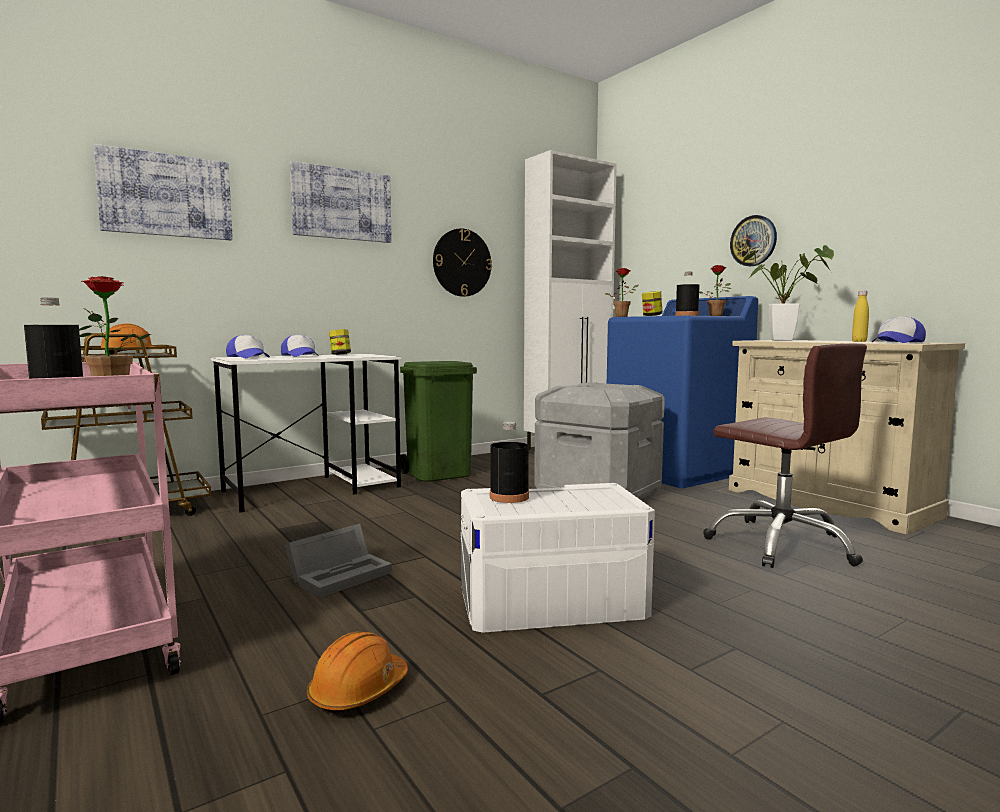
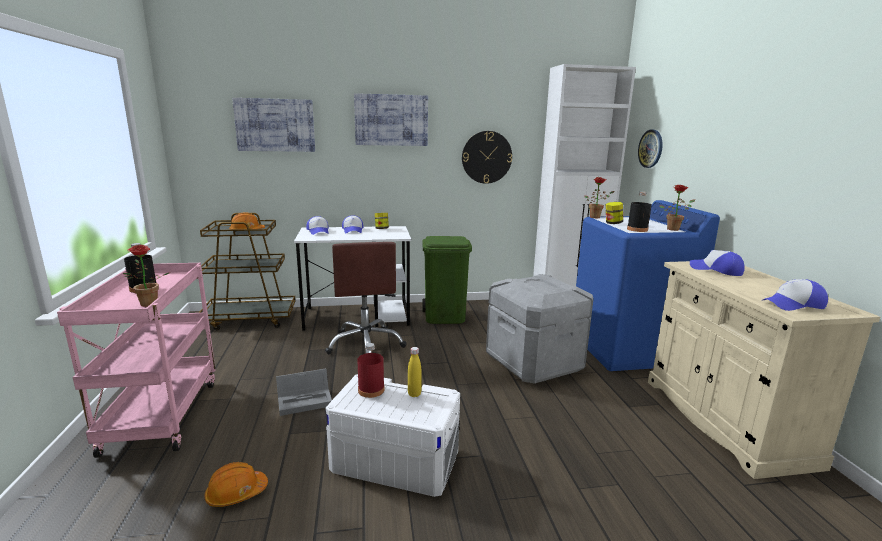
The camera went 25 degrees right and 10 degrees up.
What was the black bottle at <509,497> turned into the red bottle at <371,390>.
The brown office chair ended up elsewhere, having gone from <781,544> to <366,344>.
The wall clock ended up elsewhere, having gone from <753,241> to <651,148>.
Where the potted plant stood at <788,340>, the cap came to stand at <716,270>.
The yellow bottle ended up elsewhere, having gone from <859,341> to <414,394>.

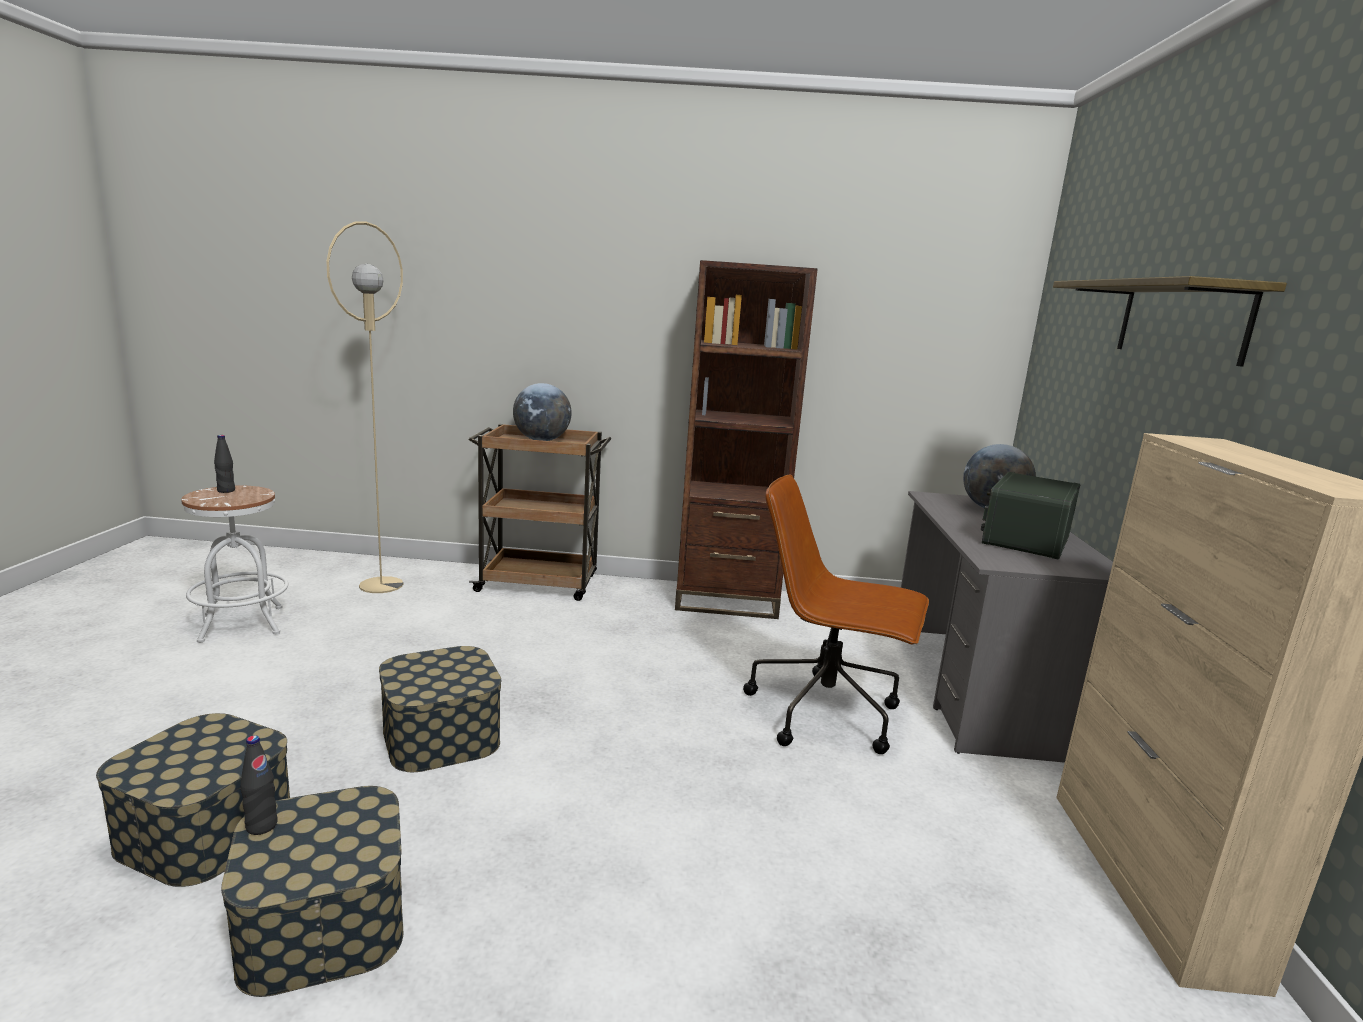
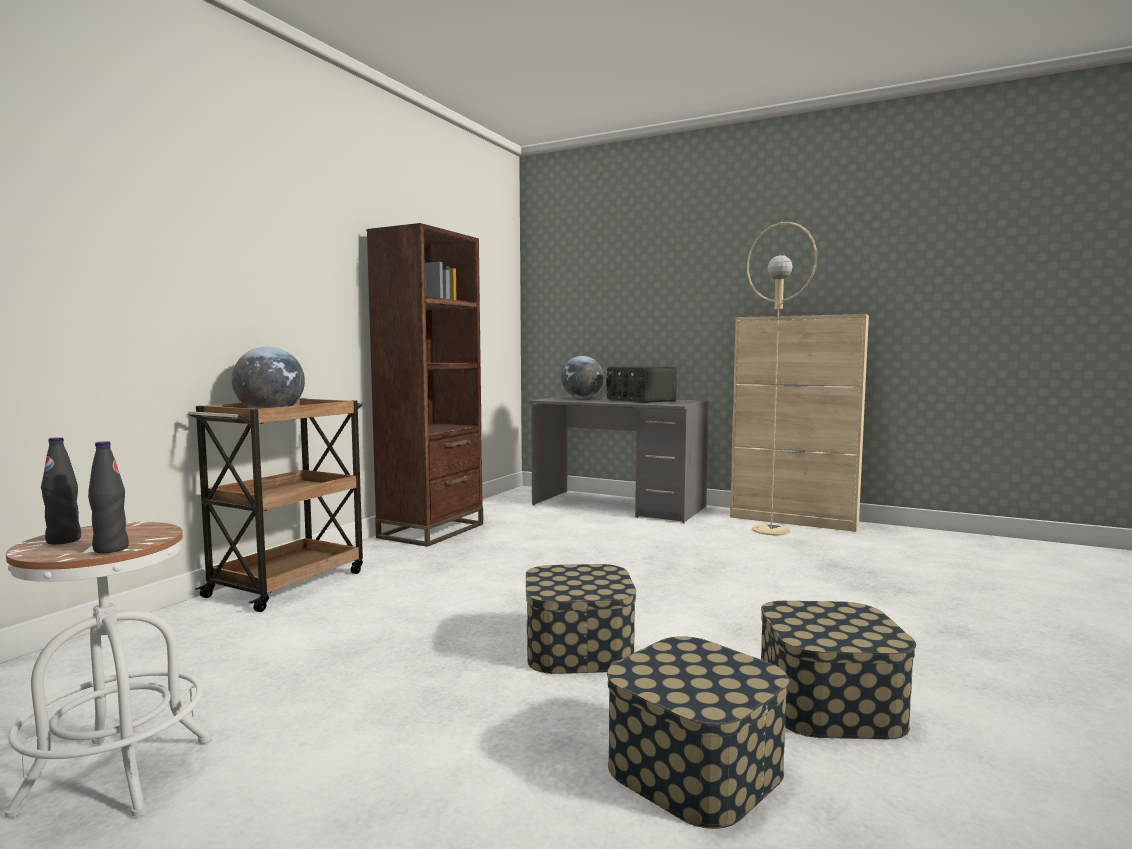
The camera went 65 degrees left and 10 degrees down.
The black bottle ended up elsewhere, having gone from <261,826> to <111,549>.
The beige floor lamp ended up elsewhere, having gone from <381,585> to <771,530>.
The second view lost the brown office chair at <826,713>.
The second view lost the shelf at <1181,320>.

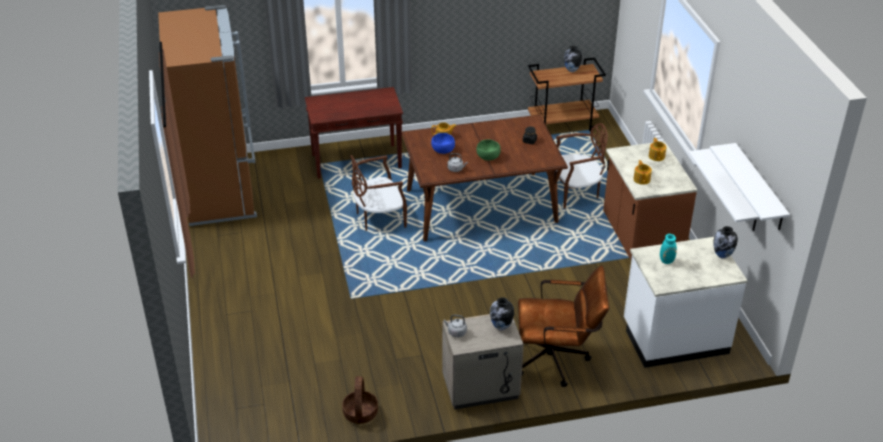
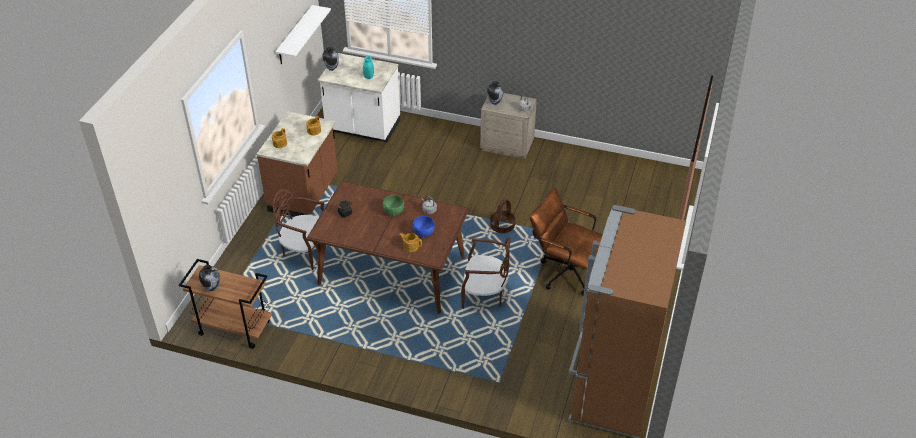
The camera went 150 degrees left and 5 degrees up.
The second view lost the brown console table at <357,161>.
The basket ended up elsewhere, having gone from <360,412> to <502,226>.
The brown office chair ended up elsewhere, having gone from <557,360> to <564,271>.
The second view lost the white shelf at <735,191>.

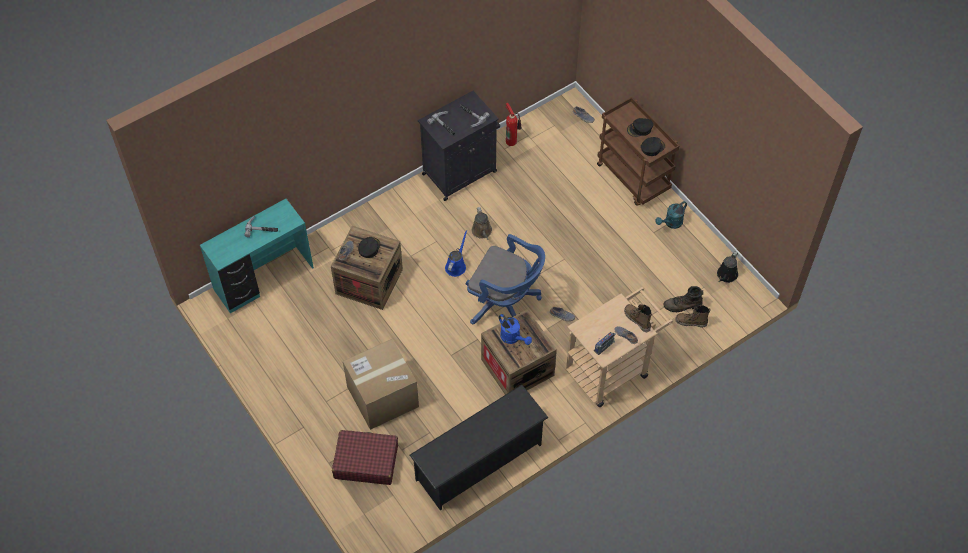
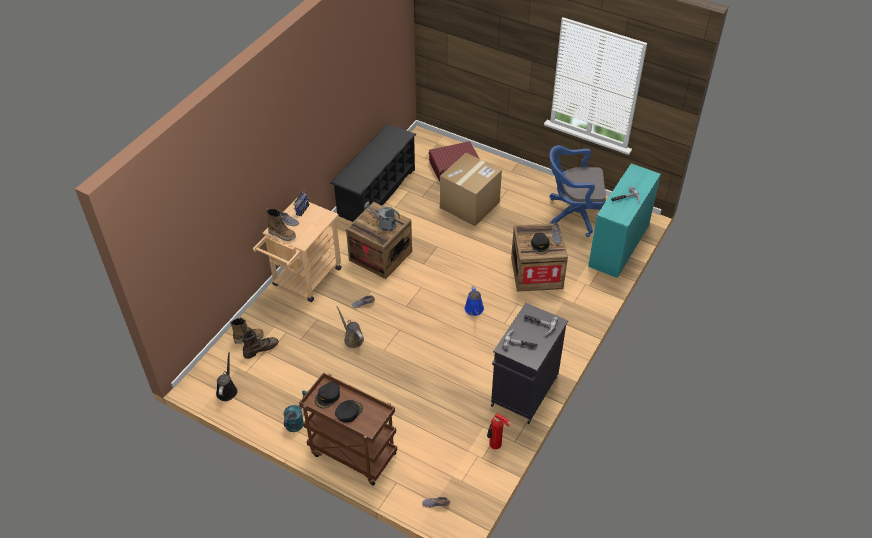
The camera went 155 degrees right and 10 degrees down.
The blue office chair ended up elsewhere, having gone from <505,303> to <573,214>.
The brown watering can ended up elsewhere, having gone from <482,232> to <352,338>.
What was the blue watering can at <513,338> turned into the grey watering can at <384,224>.

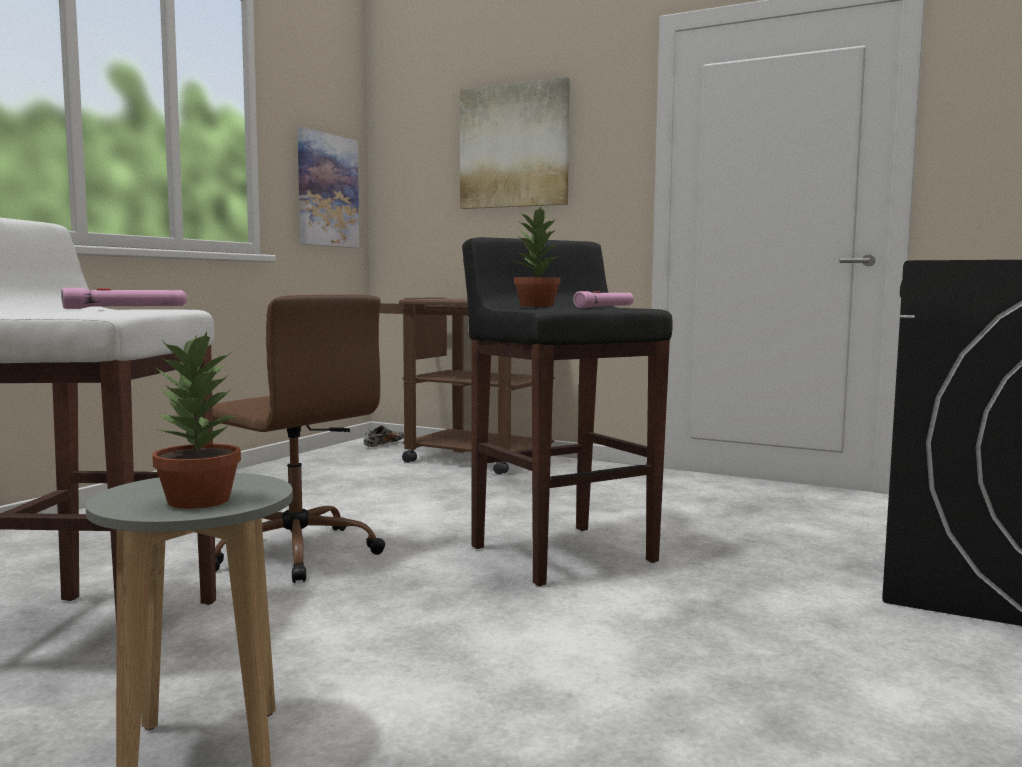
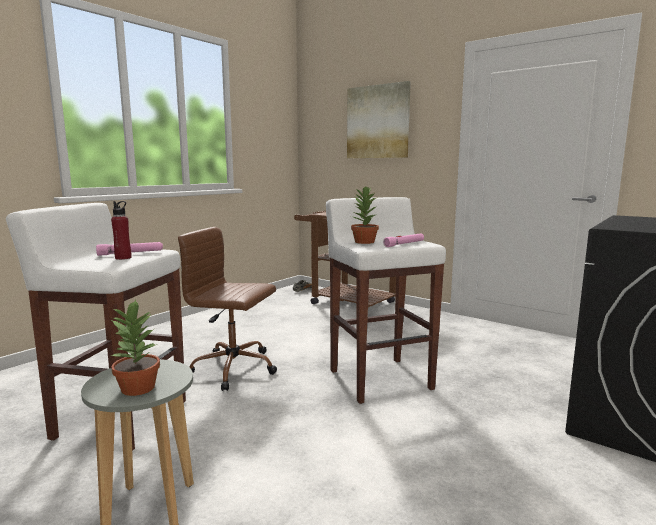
The camera went 10 degrees right and 5 degrees up.
The brown office chair at <294,553> ended up facing another way, 150 degrees clockwise from before.
The second view lost the picture at <327,190>.
What was the black stool at <561,553> turned into the white stool at <379,379>.
The second view gained the red bottle at <123,258>.

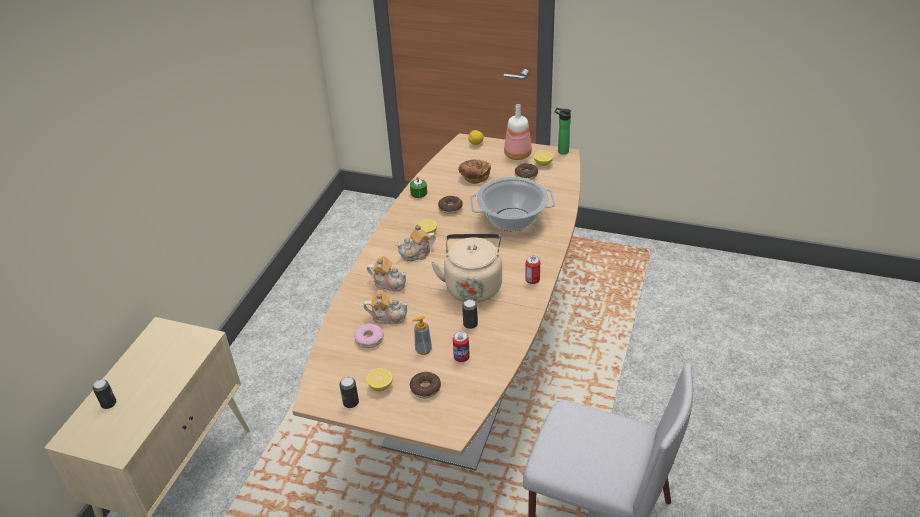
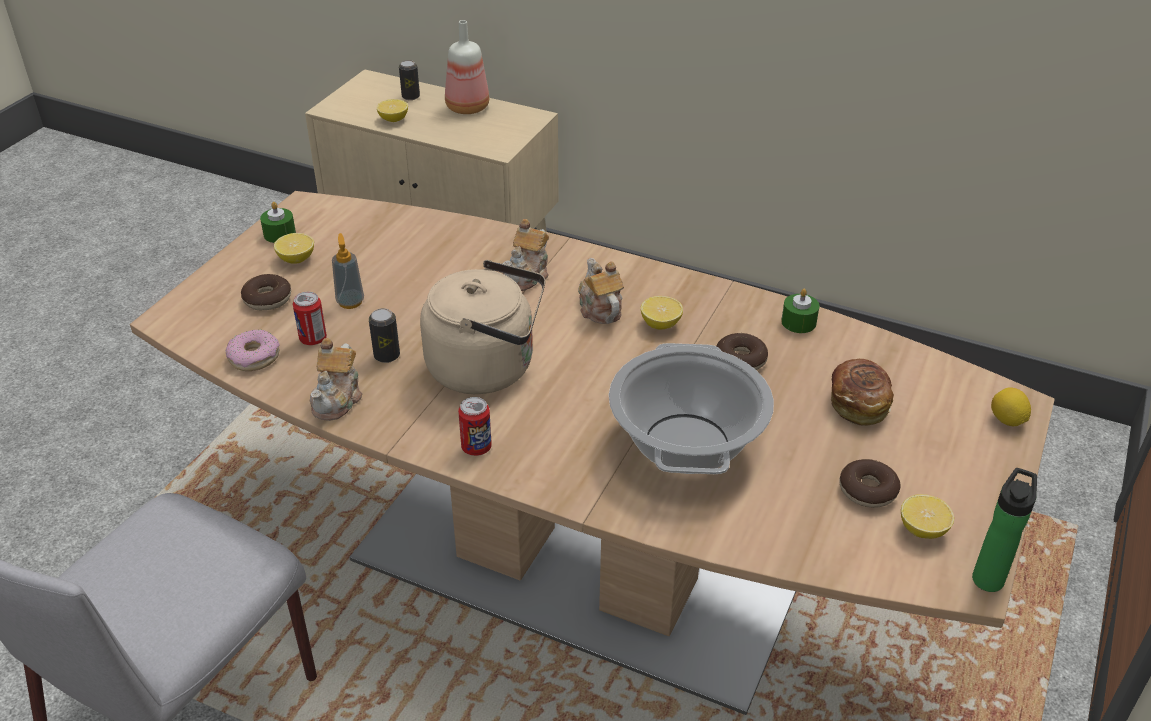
The camera went 95 degrees right and 0 degrees up.
Where the can stood at <351,402>, the green candle came to stand at <279,234>.
The donut ended up elsewhere, having gone from <369,339> to <254,357>.
The teapot ended up elsewhere, having gone from <388,316> to <338,399>.
The bottle ended up elsewhere, having gone from <518,155> to <466,108>.
The second view gained the lemon at <393,119>.

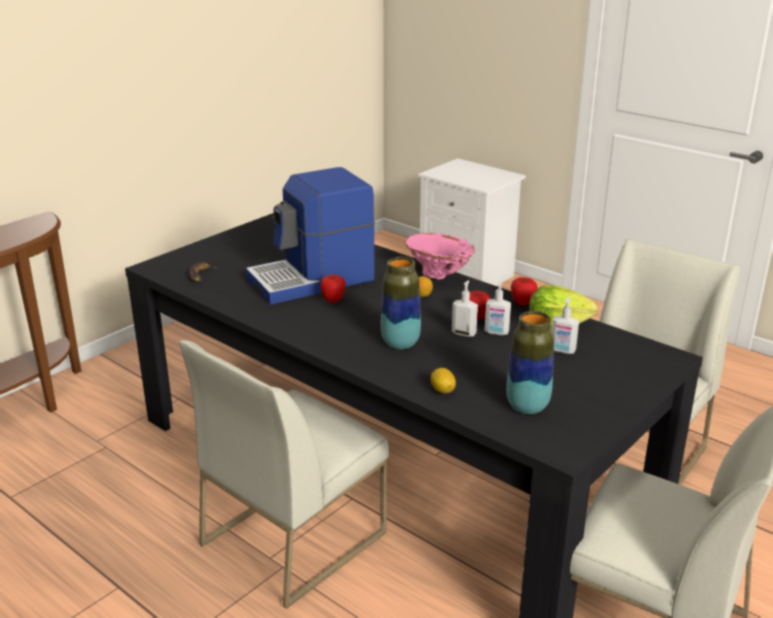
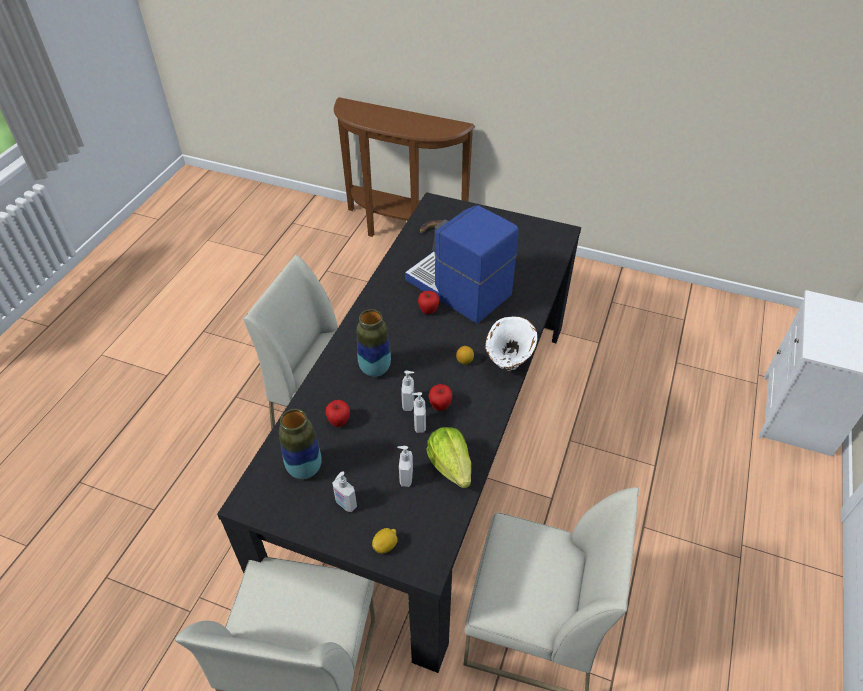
The camera went 70 degrees right and 20 degrees up.
What was the pink vase at <439,277> turned into the white vase at <508,363>.
The lemon ended up elsewhere, having gone from <442,390> to <385,545>.
The apple ended up elsewhere, having gone from <522,303> to <339,422>.
The second view gained the soap dispenser at <345,504>.

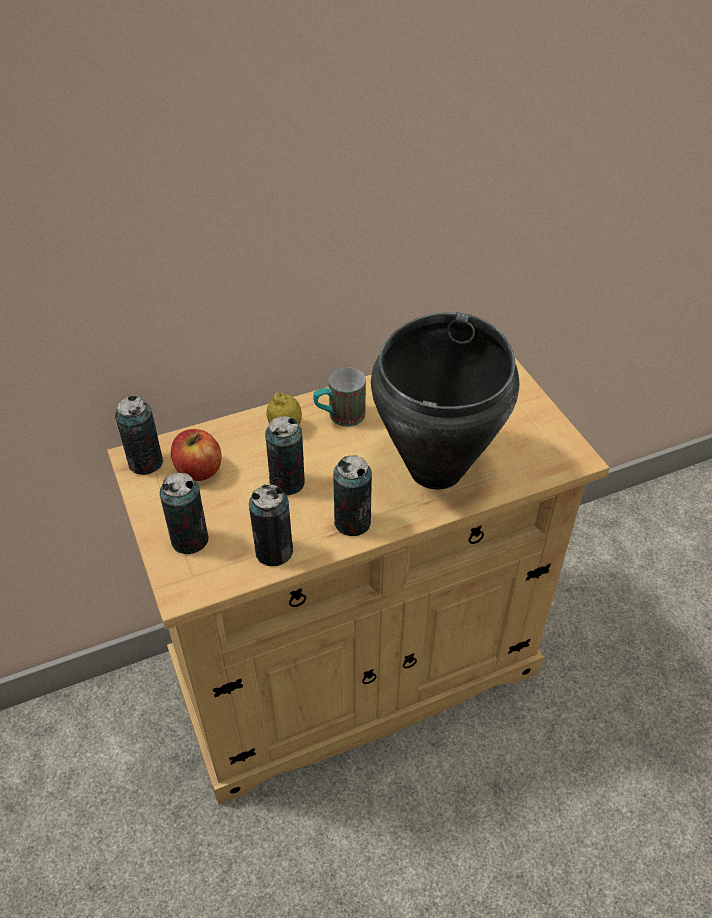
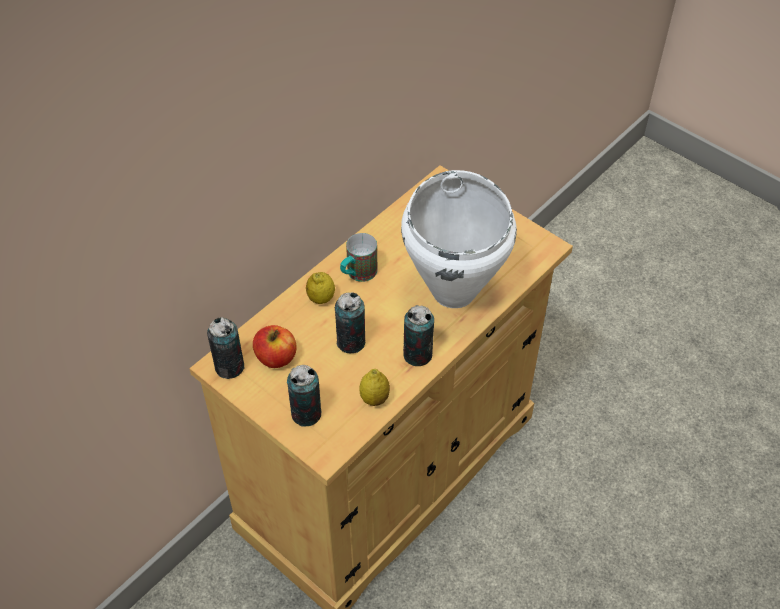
The camera went 25 degrees left and 5 degrees up.
Where the can stood at <274,551>, the lemon came to stand at <374,398>.
What was the black cooking pot at <437,469> turned into the white cooking pot at <454,291>.

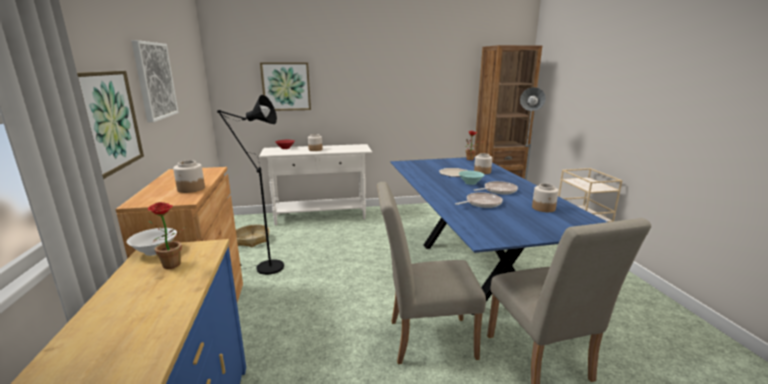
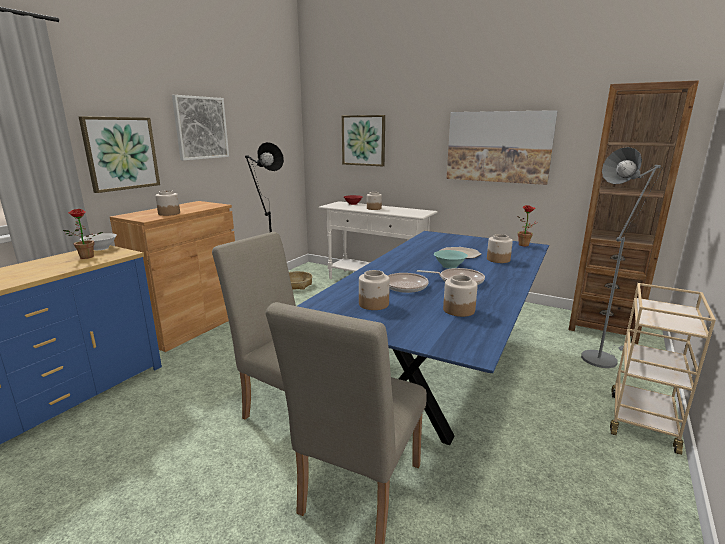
The camera went 40 degrees right and 0 degrees up.
The second view gained the jar at <373,304>.
The second view gained the picture at <498,147>.

